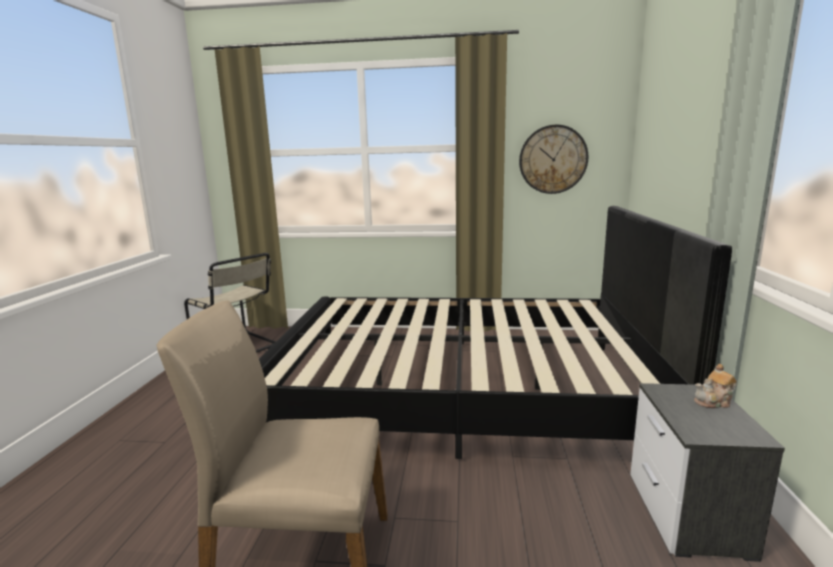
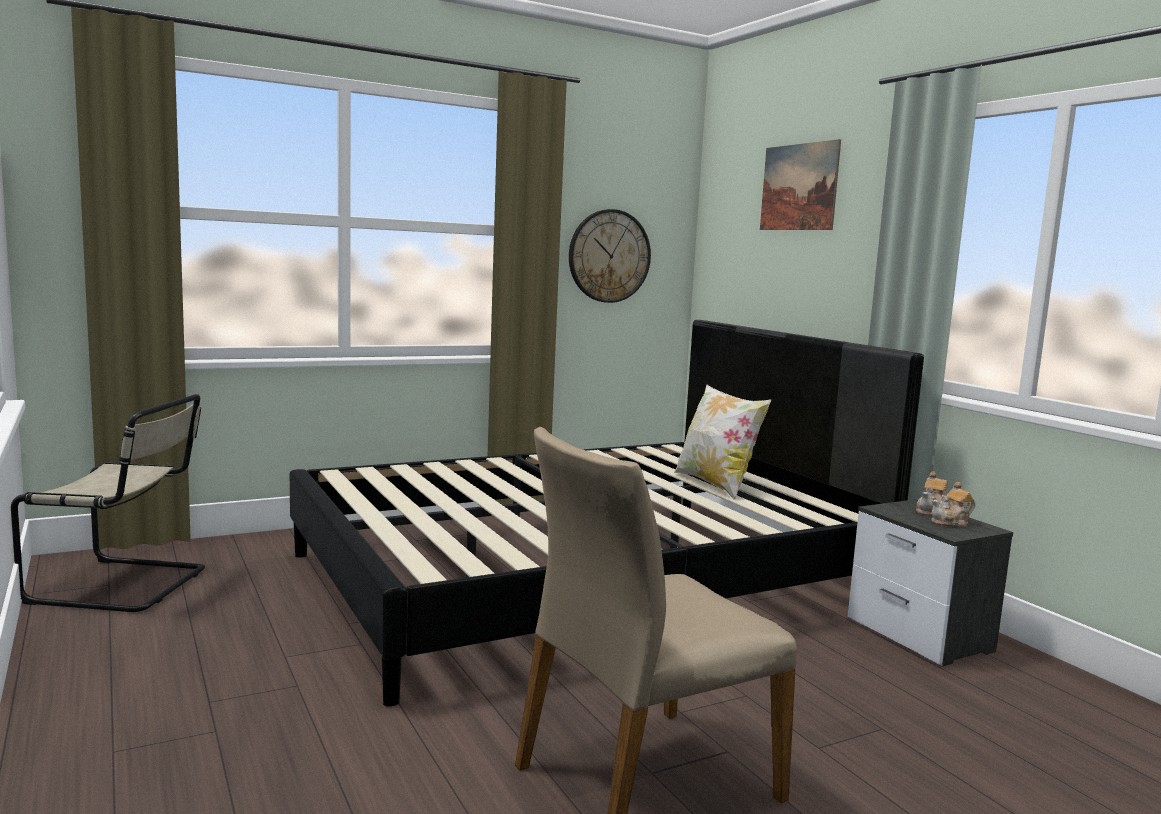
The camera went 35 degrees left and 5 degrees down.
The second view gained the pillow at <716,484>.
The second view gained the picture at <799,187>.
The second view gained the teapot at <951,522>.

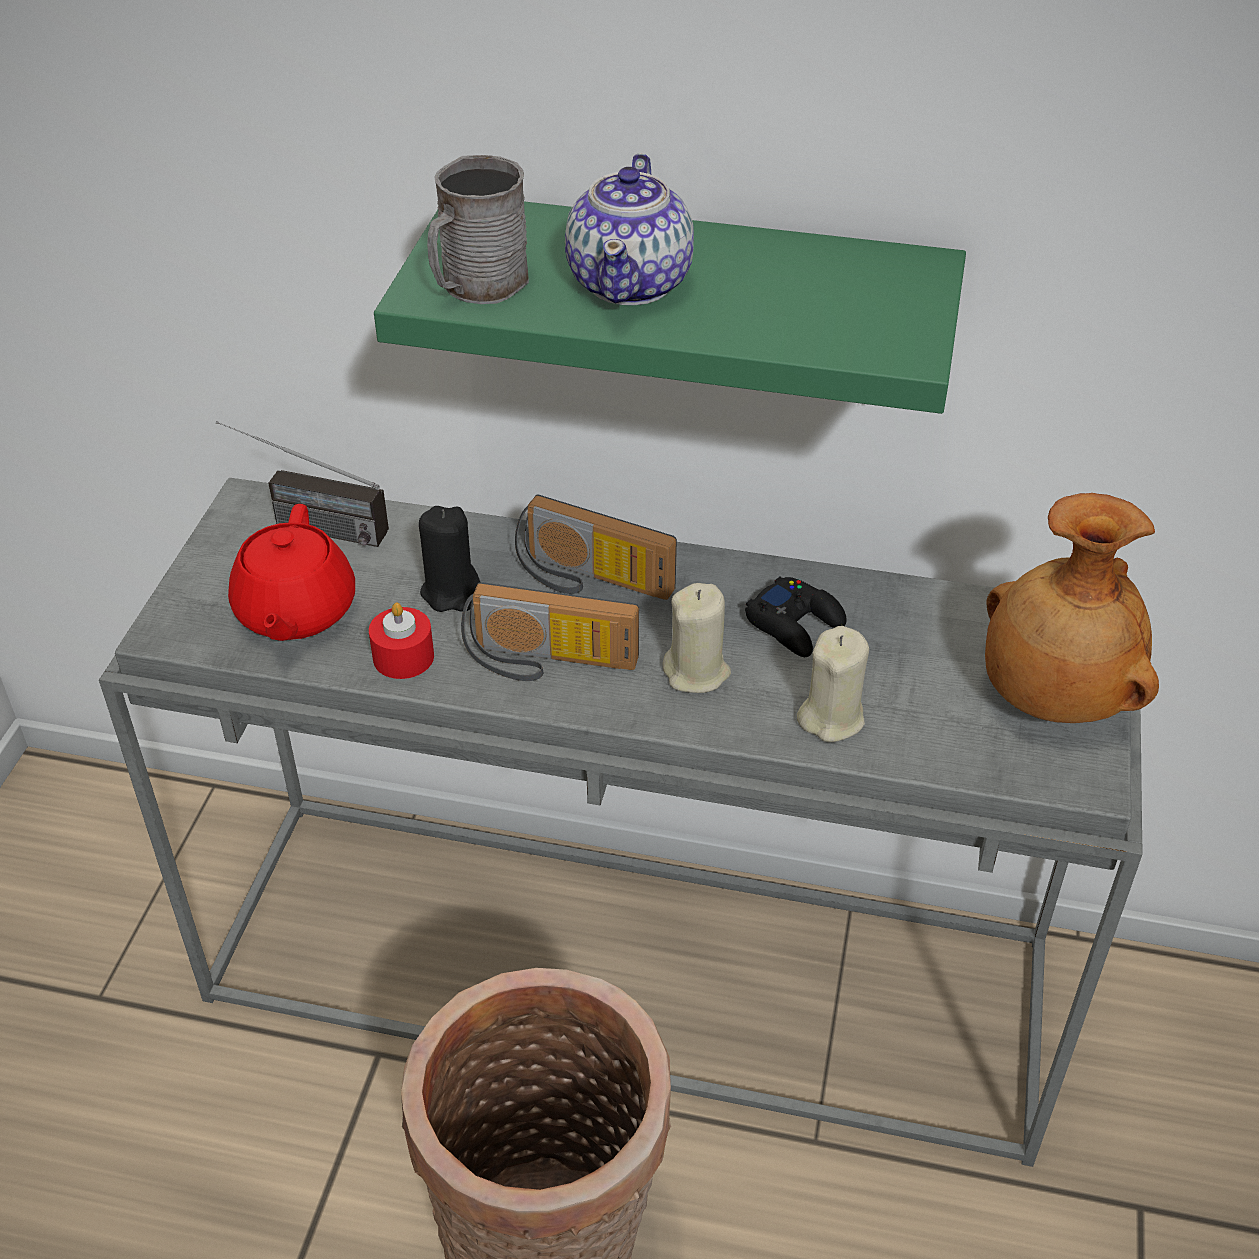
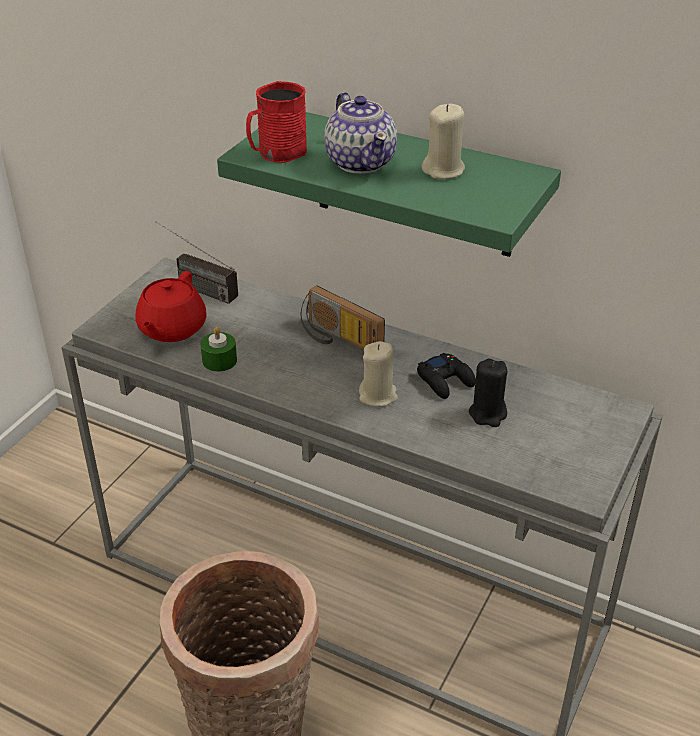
The camera went 15 degrees right and 5 degrees down.
What was the red candle at <403,657> turned into the green candle at <219,360>.
The black candle ended up elsewhere, having gone from <451,592> to <488,414>.
What was the grey mug at <477,287> turned into the red mug at <276,153>.
The second view lost the radio at <548,663>.
The teapot at <631,282> ended up facing another way, 45 degrees counterclockwise from before.
The beige candle ended up elsewhere, having gone from <831,718> to <443,170>.
The second view lost the brown vase at <1052,698>.

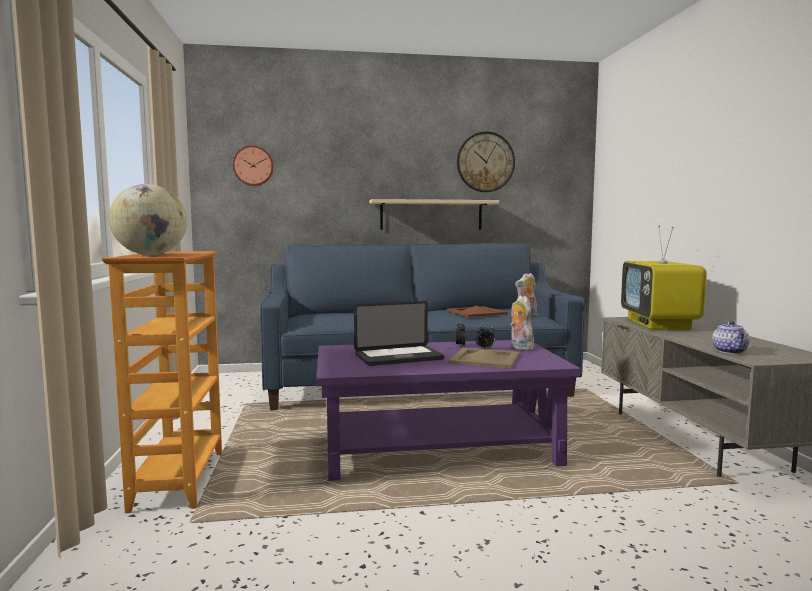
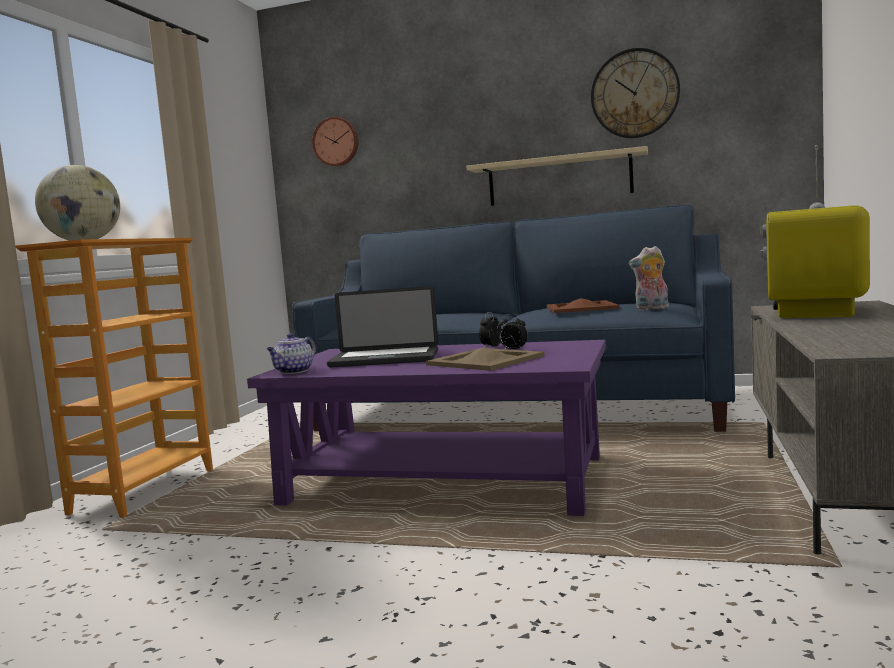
The camera went 25 degrees right and 0 degrees up.
The second view lost the plush toy at <519,348>.
The teapot ended up elsewhere, having gone from <730,351> to <294,371>.

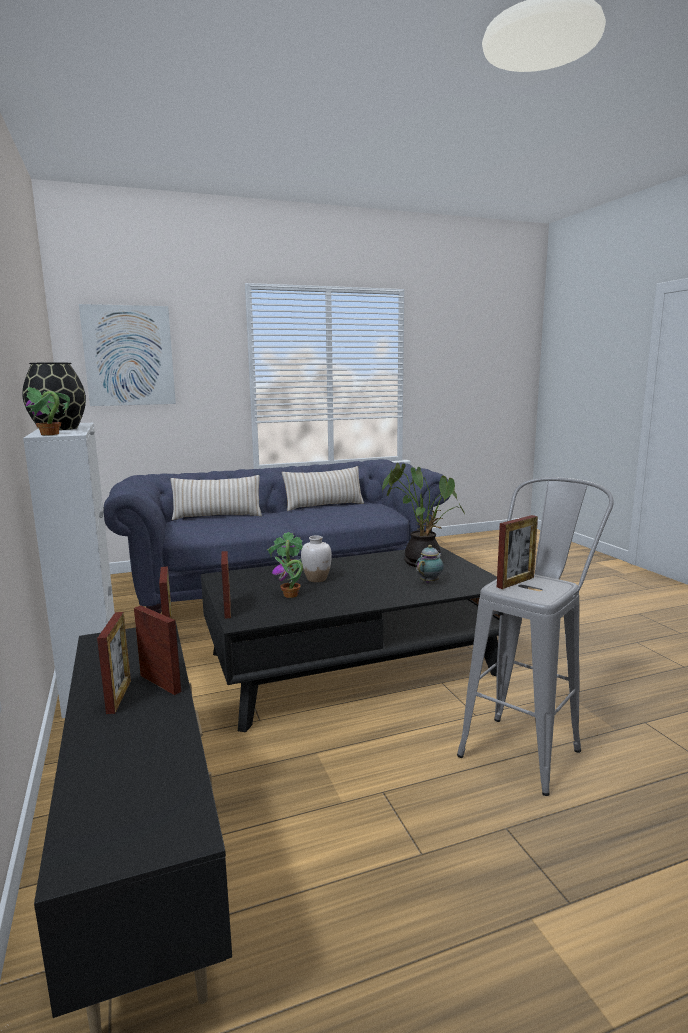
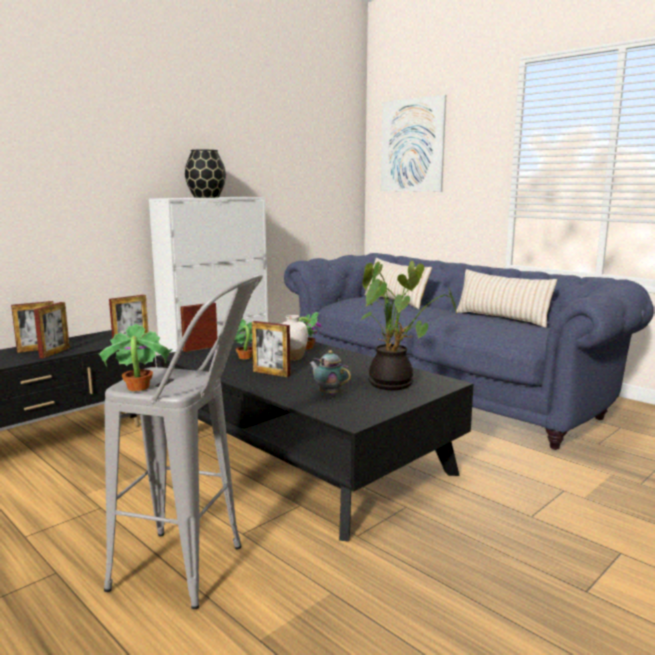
The camera went 65 degrees right and 0 degrees up.
The potted plant ended up elsewhere, having gone from <49,434> to <137,388>.
The teapot at <430,582> ended up facing another way, 150 degrees counterclockwise from before.
The picture frame ended up elsewhere, having gone from <515,582> to <271,373>.

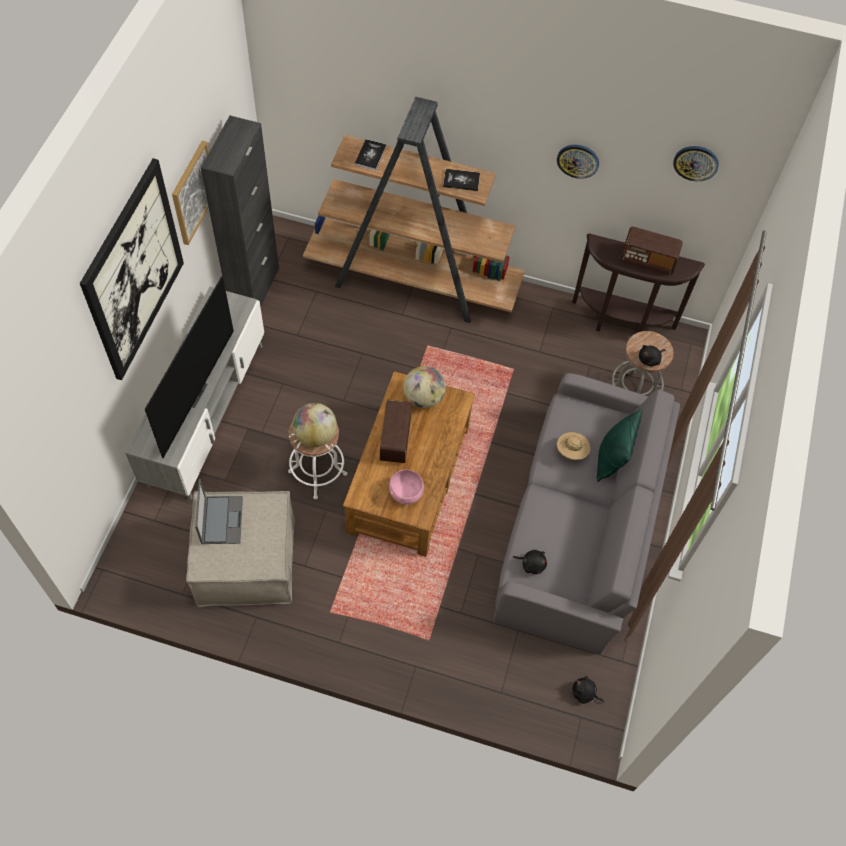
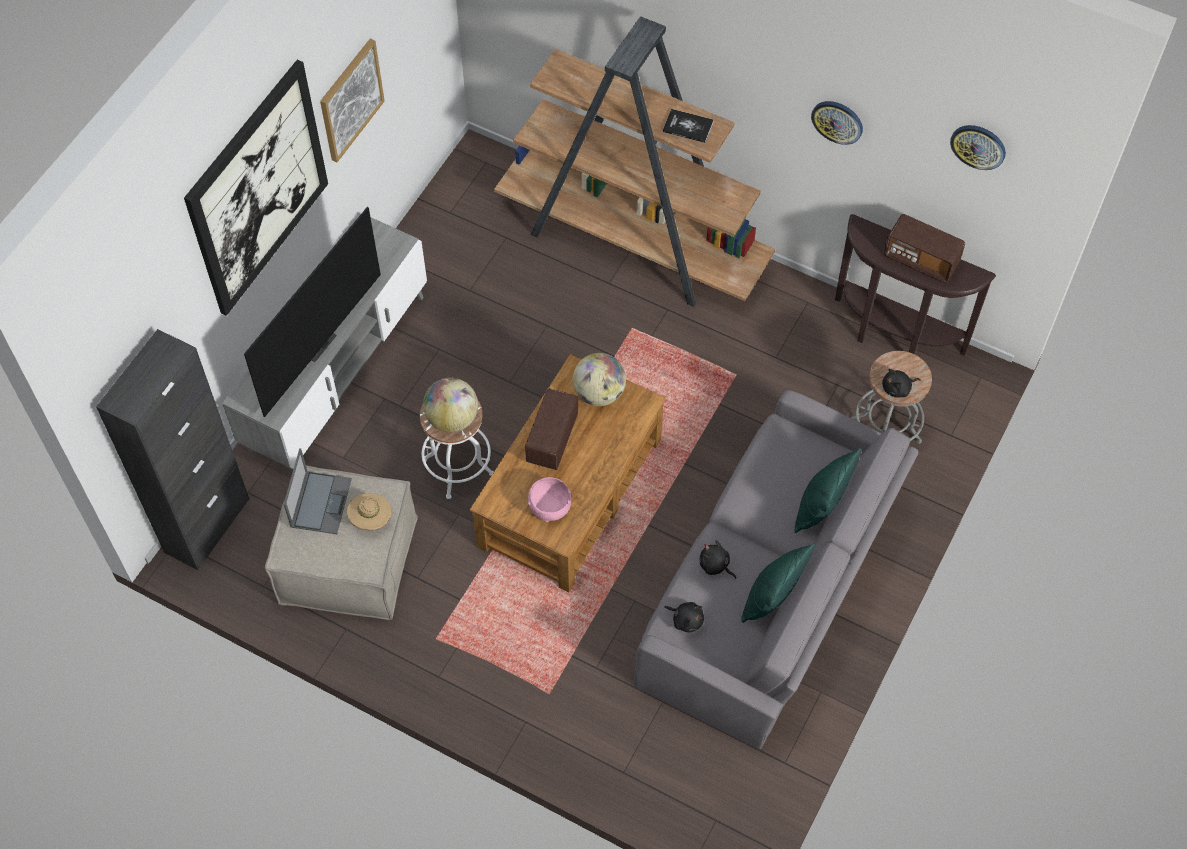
The camera went 15 degrees right and 0 degrees up.
The black cabinet ended up elsewhere, having gone from <254,288> to <207,525>.
The second view lost the book at <370,155>.
The beige hat ended up elsewhere, having gone from <571,452> to <371,519>.
The black plush toy ended up elsewhere, having gone from <585,693> to <715,565>.
The second view gained the green pillow at <772,597>.

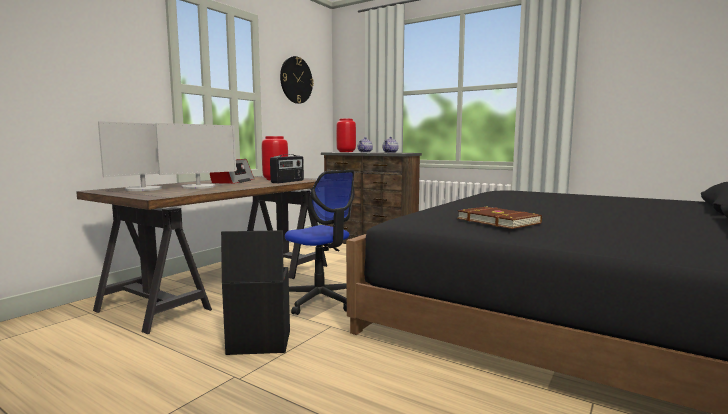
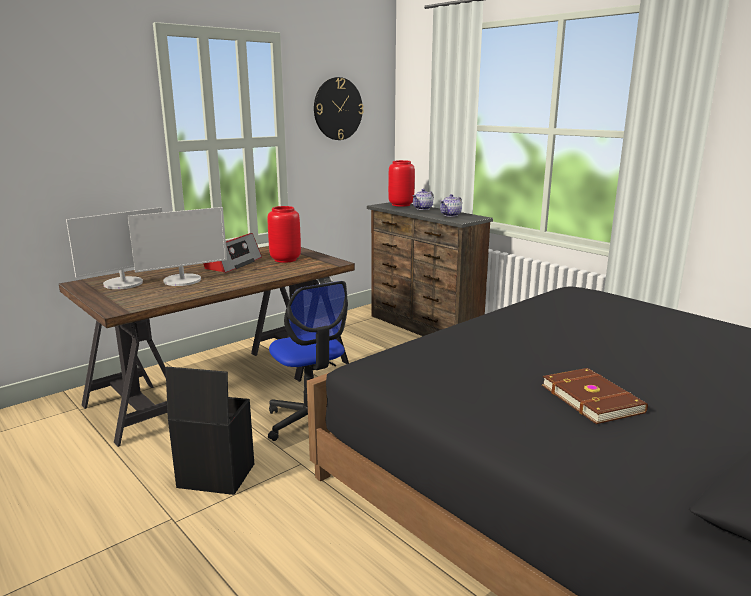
The camera went 15 degrees right and 10 degrees up.
The second view lost the radio at <288,181>.
The brown book ended up elsewhere, having gone from <498,221> to <592,398>.

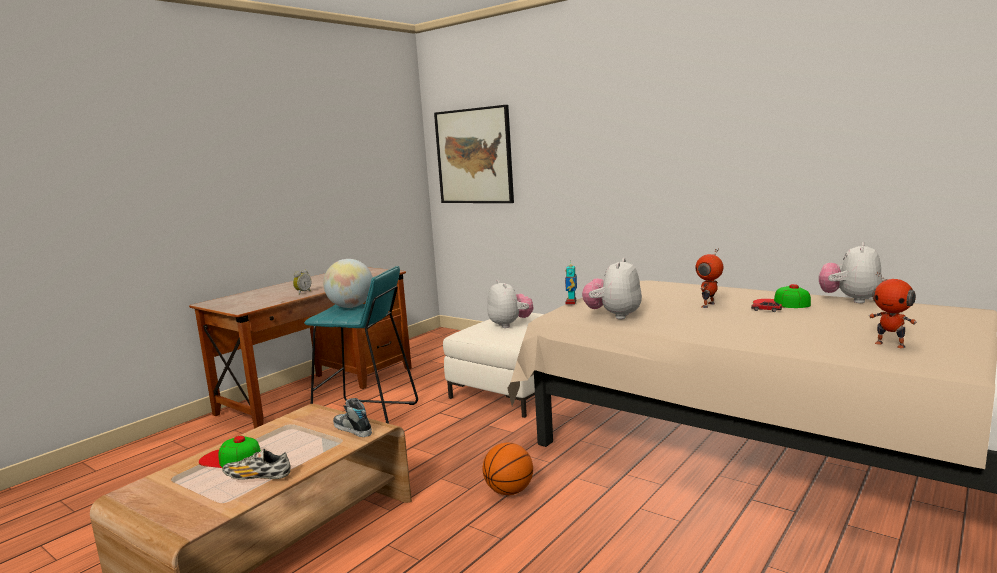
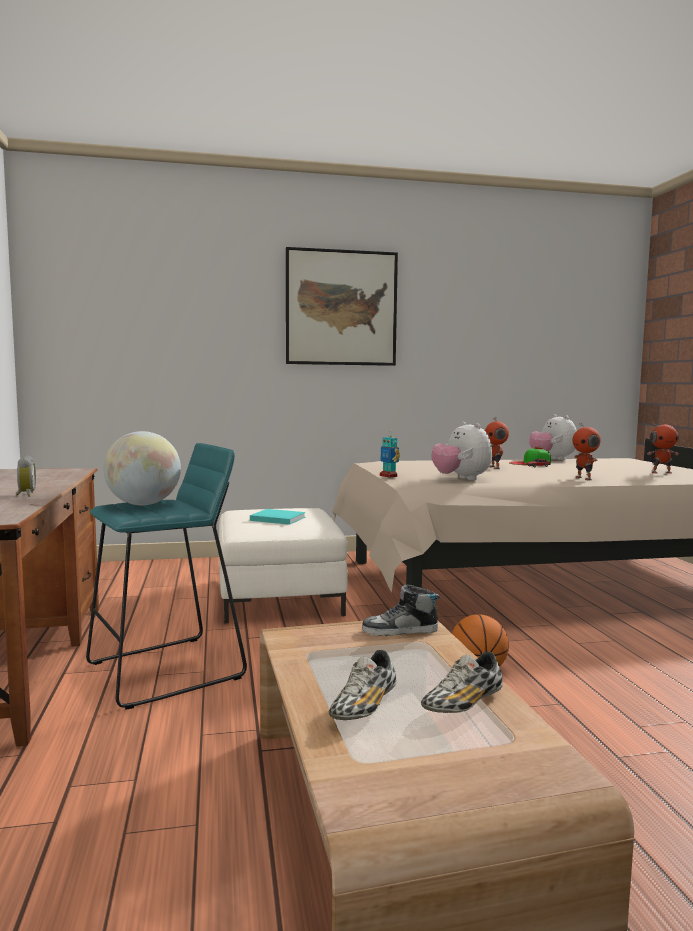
The camera went 50 degrees left and 5 degrees down.
Where the cap stood at <231,459>, the shoe came to stand at <364,707>.
The picture ended up elsewhere, having gone from <474,156> to <341,308>.
Where the plush toy stood at <510,325>, the turquoise book came to stand at <276,518>.
The second view gained the toy robot at <584,478>.

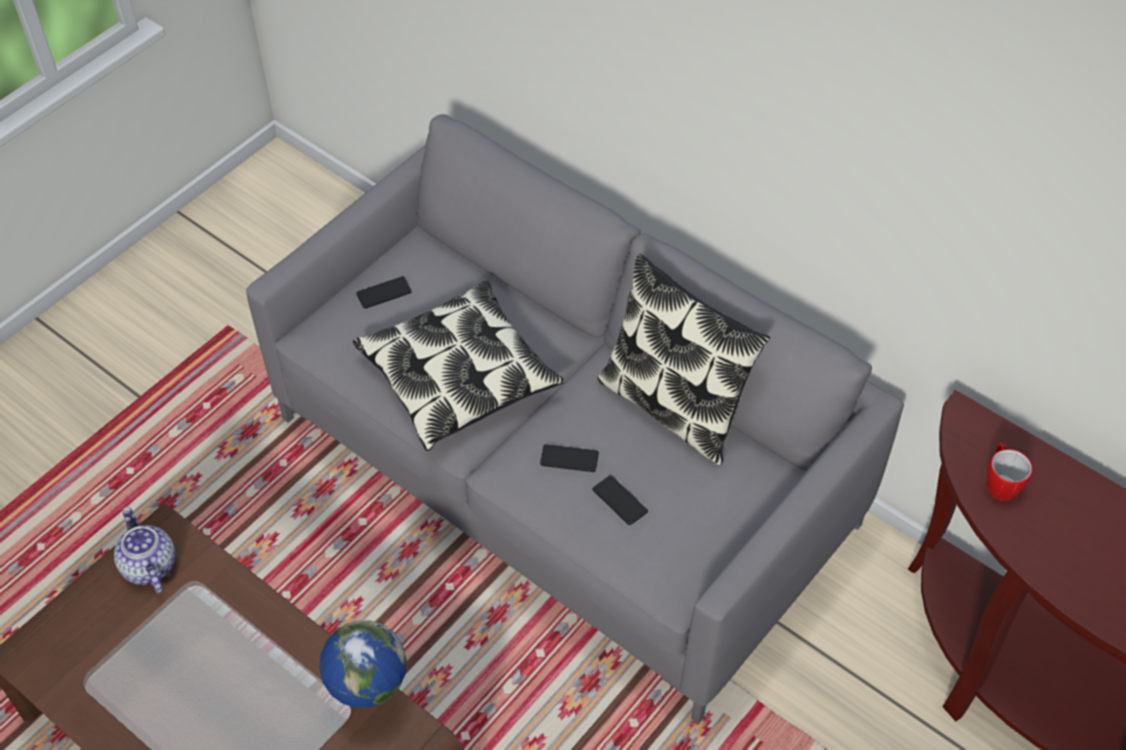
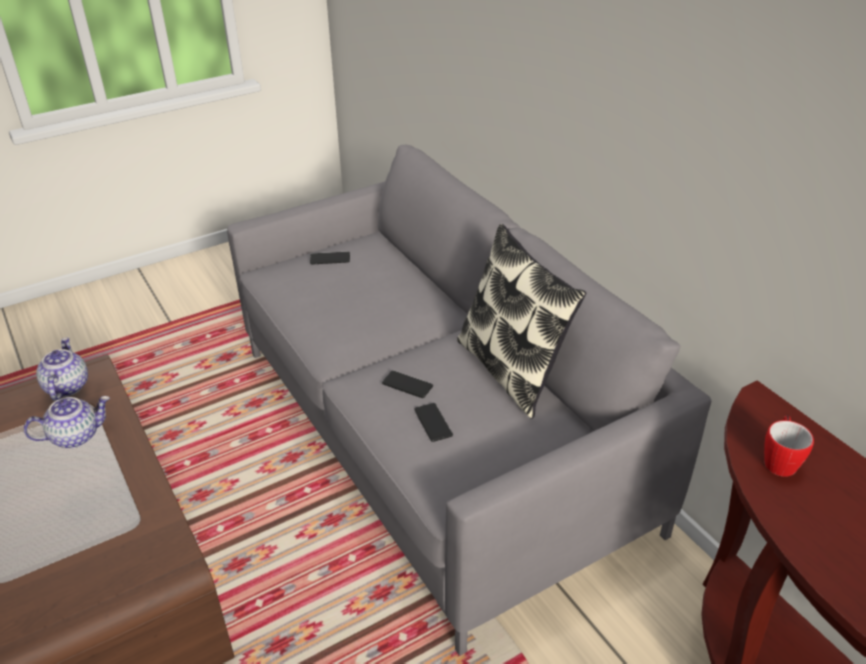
The camera went 20 degrees right and 15 degrees down.
The second view lost the globe at <369,701>.
The second view lost the pillow at <459,376>.
The second view gained the teapot at <76,436>.

